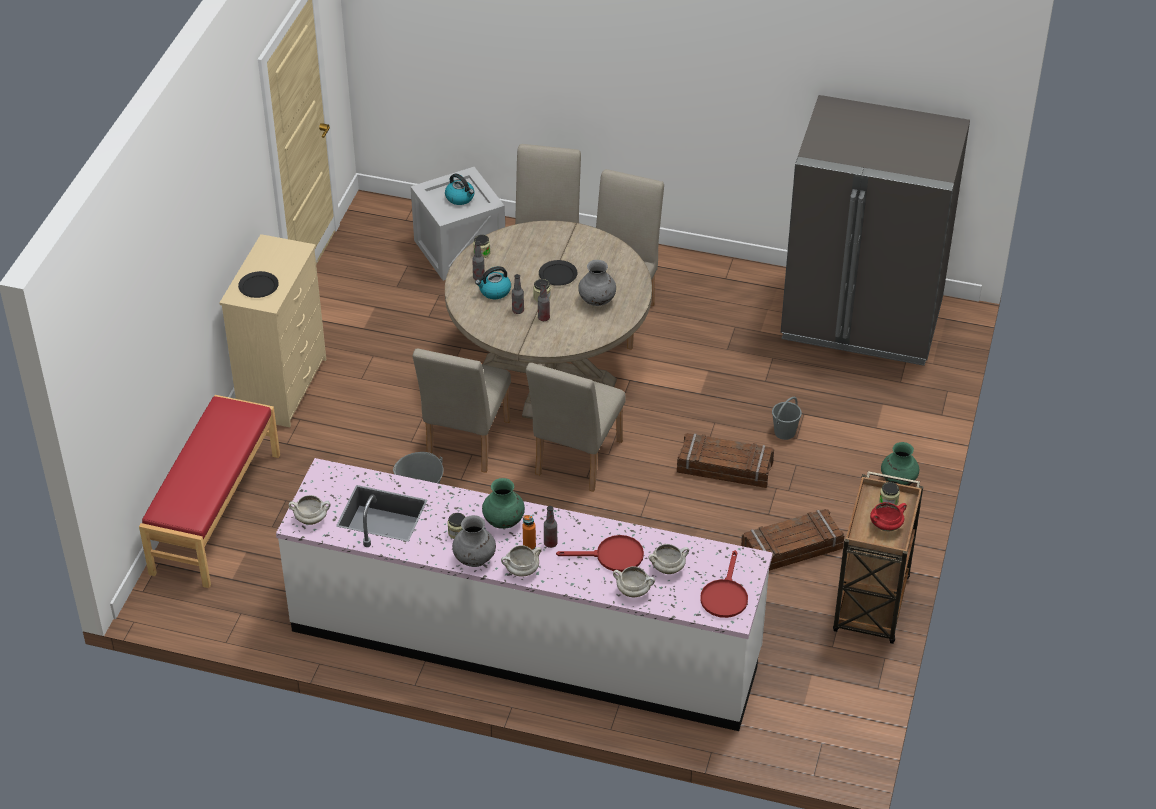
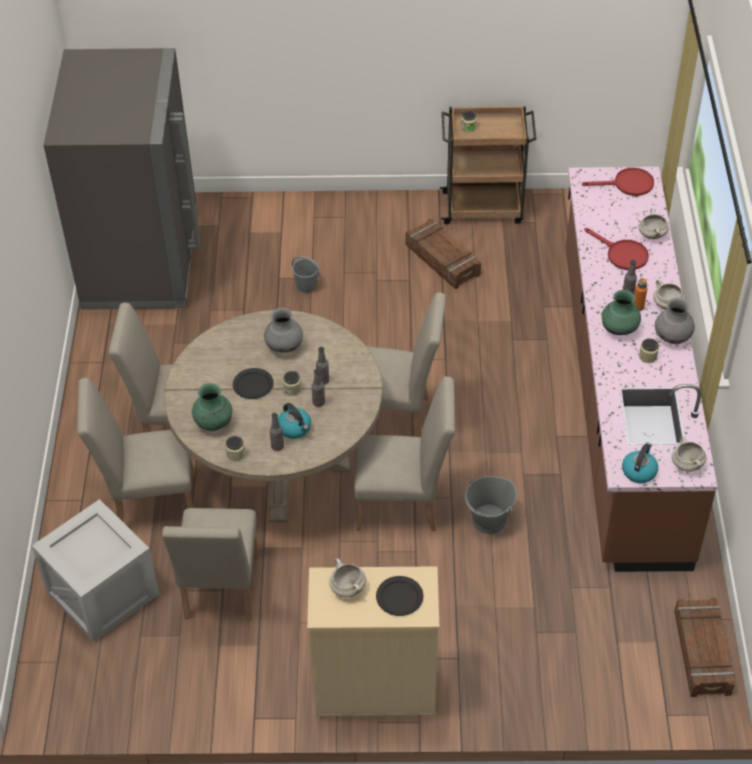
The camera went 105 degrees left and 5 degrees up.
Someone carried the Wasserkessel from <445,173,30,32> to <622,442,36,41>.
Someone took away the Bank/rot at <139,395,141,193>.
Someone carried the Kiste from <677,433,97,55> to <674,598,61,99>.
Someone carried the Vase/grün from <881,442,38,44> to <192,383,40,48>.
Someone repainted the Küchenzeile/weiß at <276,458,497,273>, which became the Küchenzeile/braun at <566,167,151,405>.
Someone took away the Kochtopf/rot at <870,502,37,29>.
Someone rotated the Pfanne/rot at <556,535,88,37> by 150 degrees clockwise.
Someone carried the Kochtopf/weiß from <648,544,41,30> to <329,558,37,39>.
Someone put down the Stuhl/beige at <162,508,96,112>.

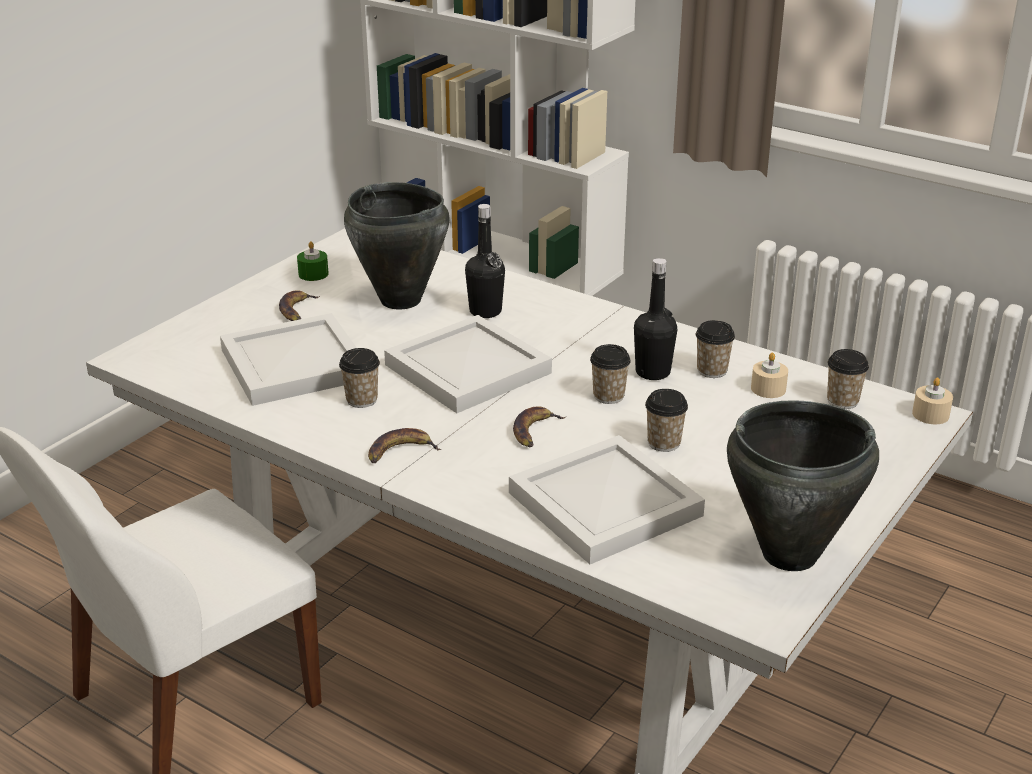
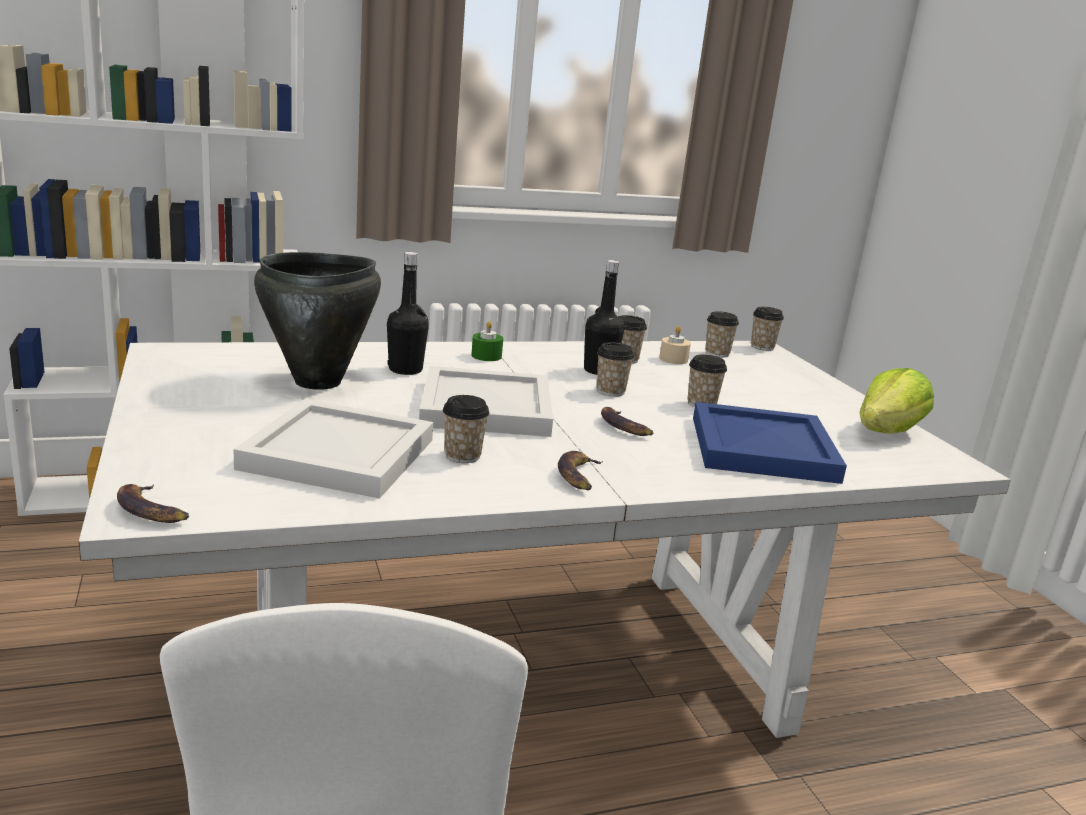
The camera went 55 degrees left and 10 degrees down.
Someone carried the Kerze/grün from <297,241,32,40> to <471,321,32,40>.
Someone carried the Banane from <279,290,41,31> to <117,484,72,39>.
Someone swapped the Kerze/beige at <912,377,41,47> for the Tasse at <751,307,33,44>.
Someone swapped the Kochtopf/schwarz at <727,400,152,171> for the Salatkopf at <859,368,75,66>.
Someone repainted the Tablett/weiß at <509,435,196,129>, which became the Tablett/blau at <693,402,154,82>.

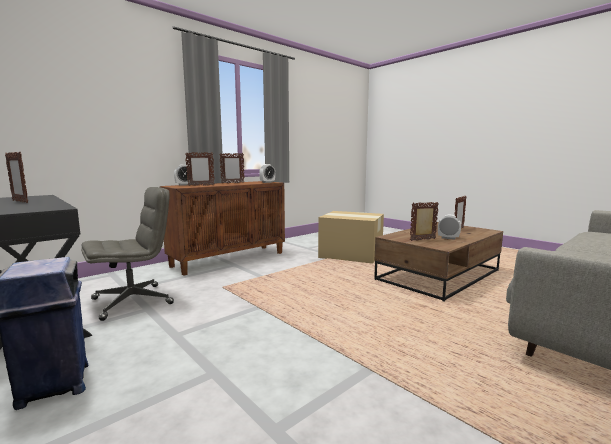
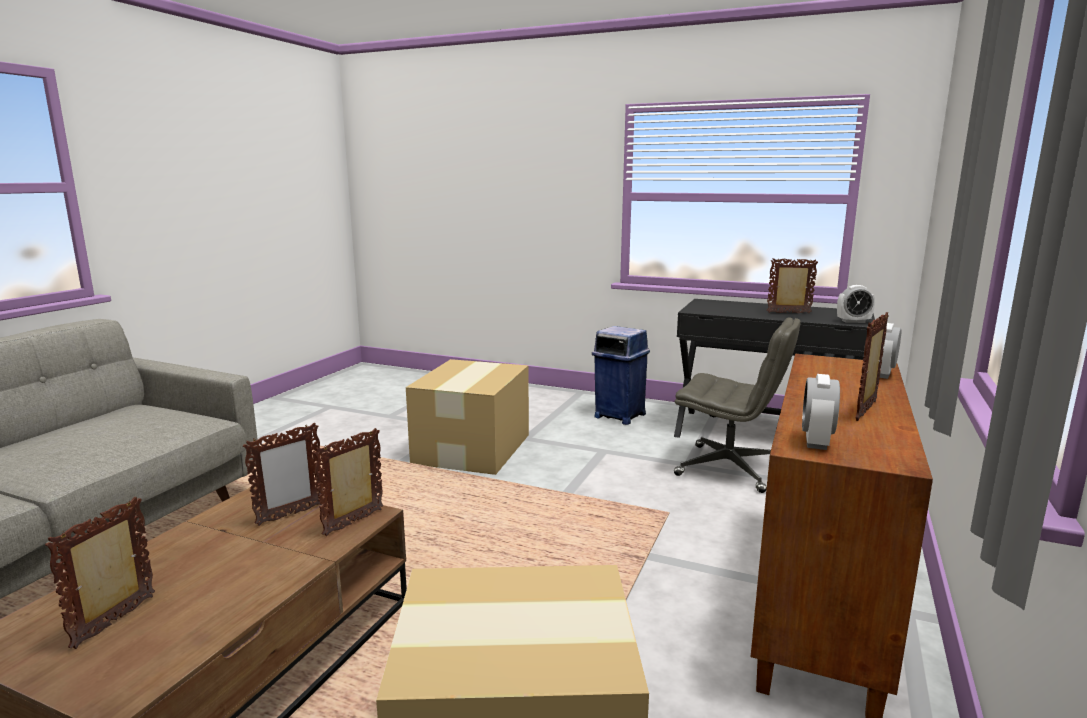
The camera went 155 degrees right and 5 degrees up.
Someone carried the Bilderrahmen from <185,152,29,34> to <313,428,70,108>.
Someone rotated the Bürostuhl/grau at <81,187,93,134> by 90 degrees counterclockwise.
Someone carried the Wecker from <438,215,23,25> to <837,285,38,38>.
Someone put down the Karton at <406,359,123,116>.

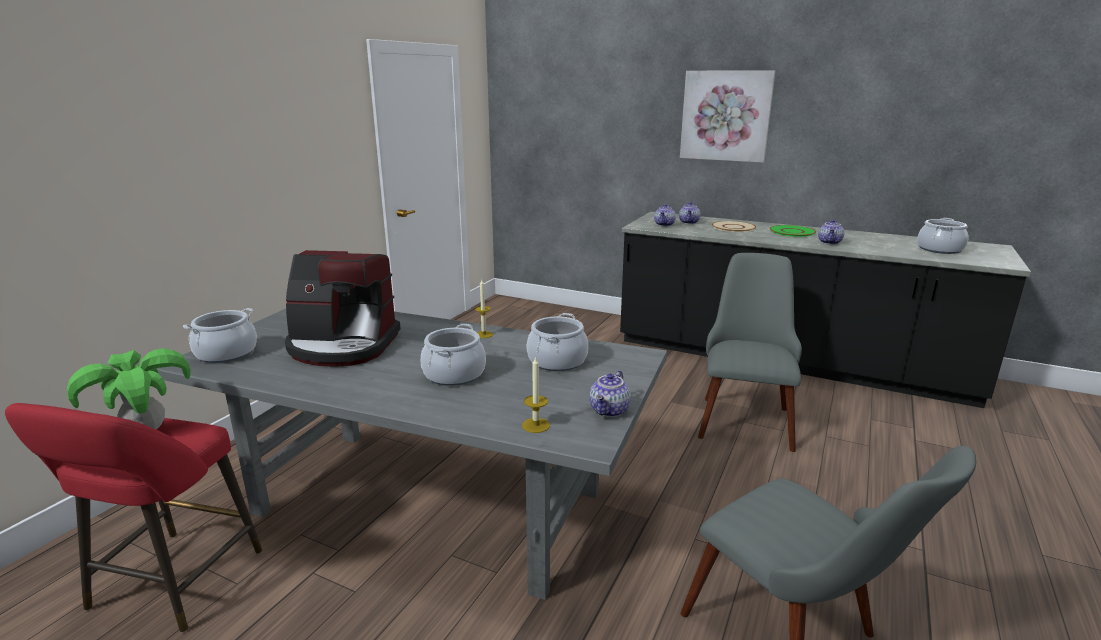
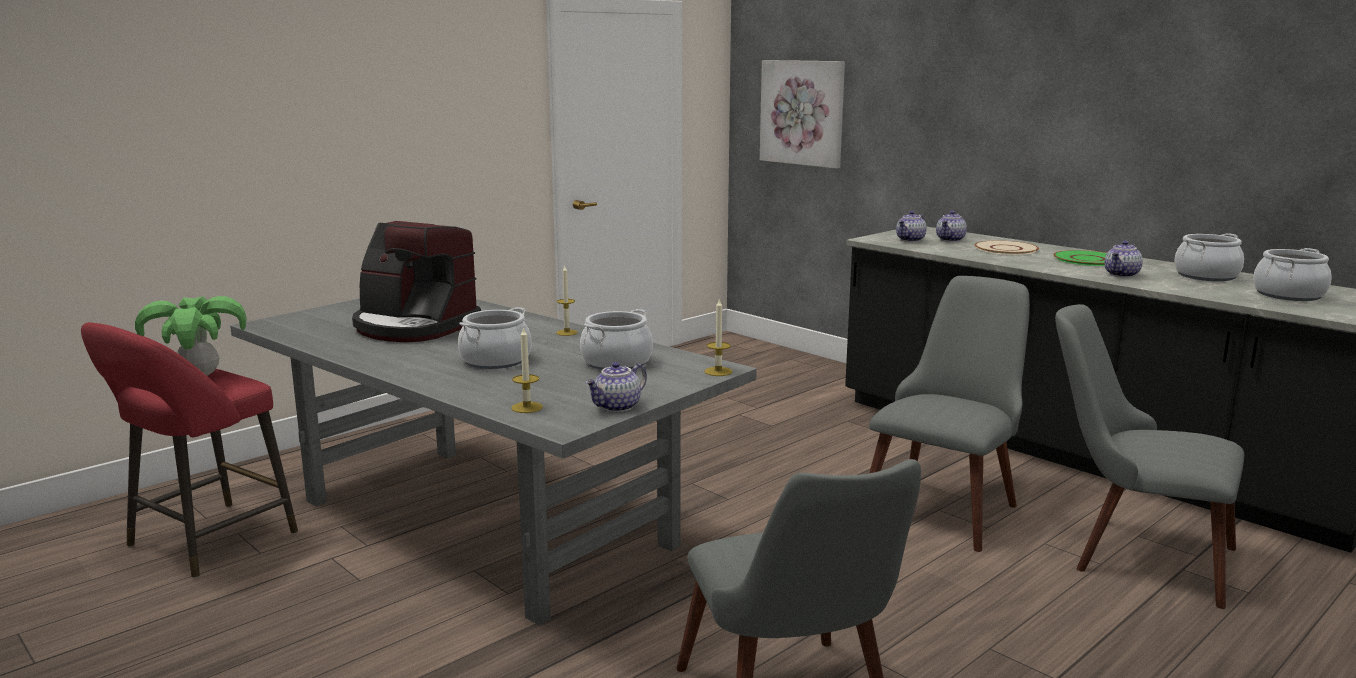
The camera went 20 degrees right and 5 degrees down.
Someone carried the Bild from <680,70,95,93> to <760,60,85,109>.
Someone carried the Kochtopf from <183,308,74,55> to <1174,233,70,48>.
Someone put down the Kerze at <704,299,28,77>.
Someone put down the Stuhl/grau at <1055,304,189,305>.

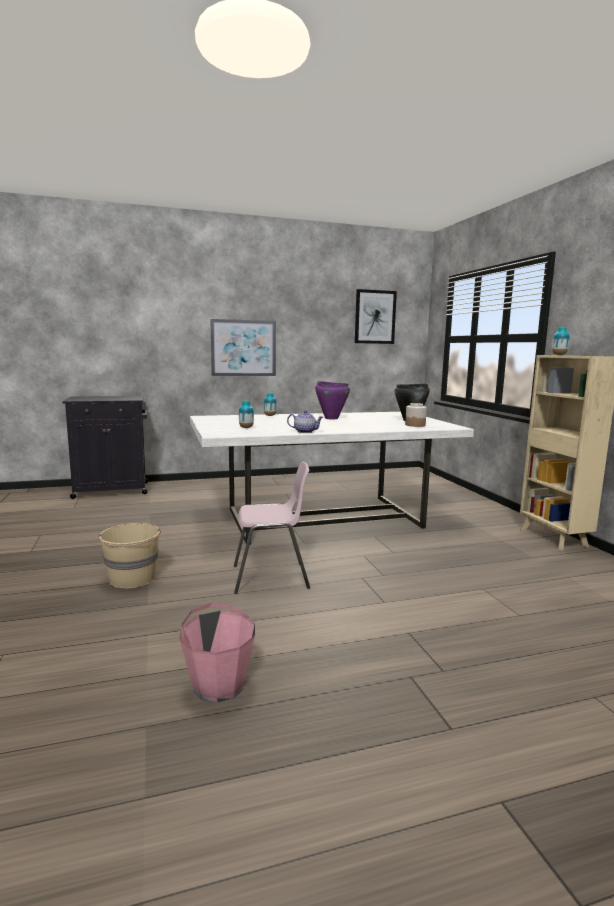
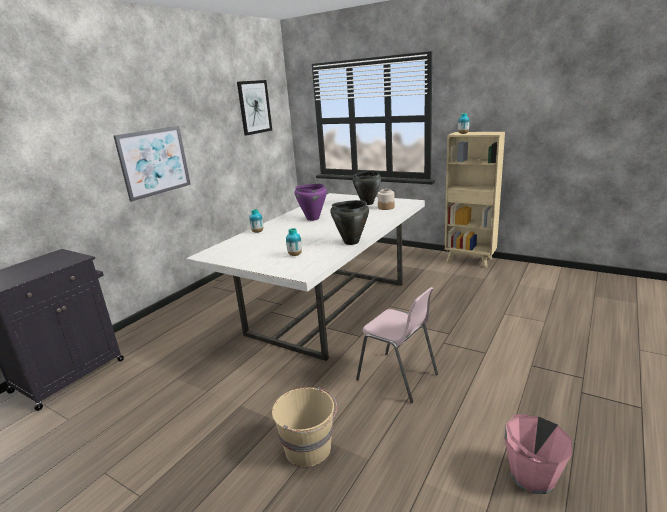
The camera went 40 degrees left and 10 degrees up.
Someone swapped the Teekanne at <287,410,36,23> for the Kochtopf/schwarz at <330,200,39,45>.
Someone rotated the Stuhl/rosa at <234,462,76,132> by 90 degrees clockwise.

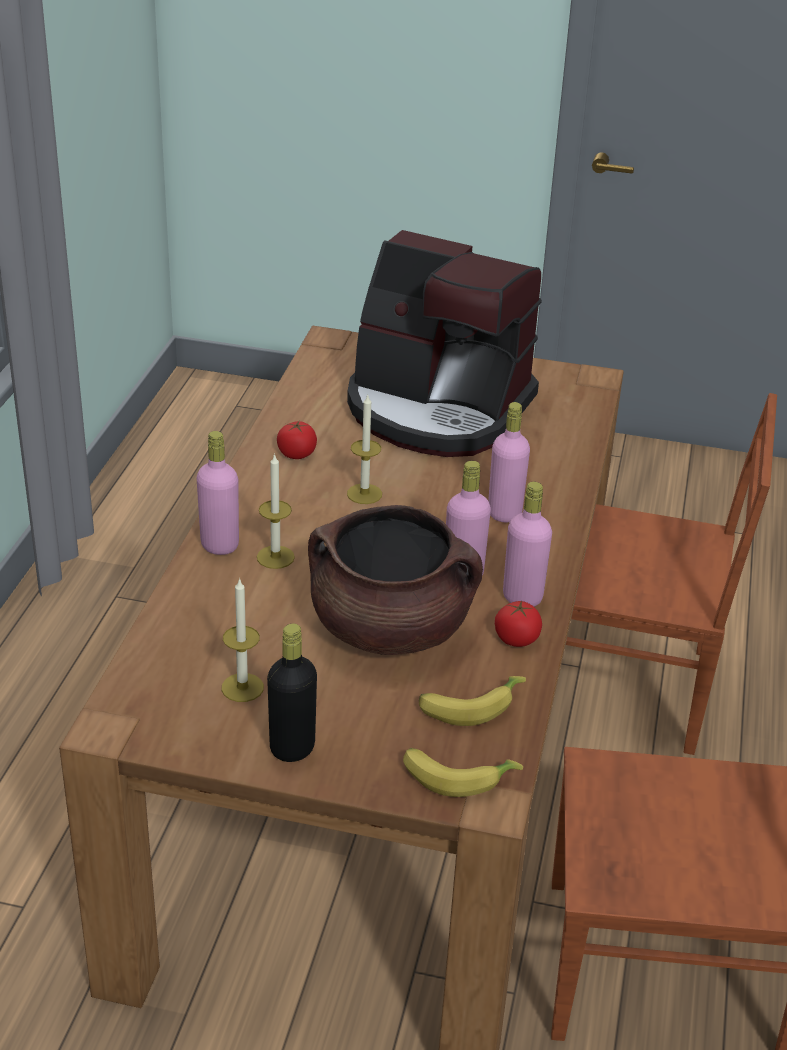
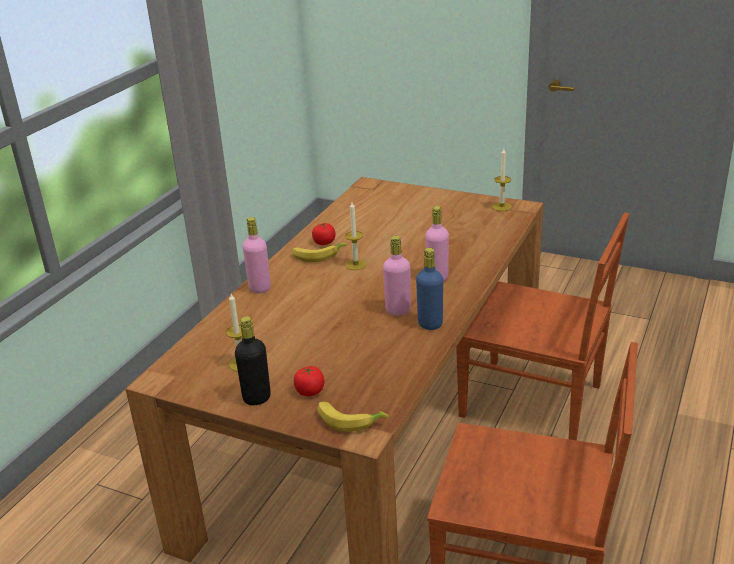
The camera went 15 degrees right and 5 degrees down.
Someone took away the Kaffeemaschine at <347,230,195,227>.
Someone carried the Kerze from <257,453,38,116> to <492,149,20,62>.
Someone repainted the Flasche/rosa at <503,482,49,124>, which became the Flasche/blau at <416,248,27,82>.
Someone took away the Kochtopf/braun at <308,505,175,150>.
Someone carried the Tomate from <495,600,47,47> to <294,366,31,30>.
Someone carried the Banane from <419,676,107,50> to <292,243,55,19>.

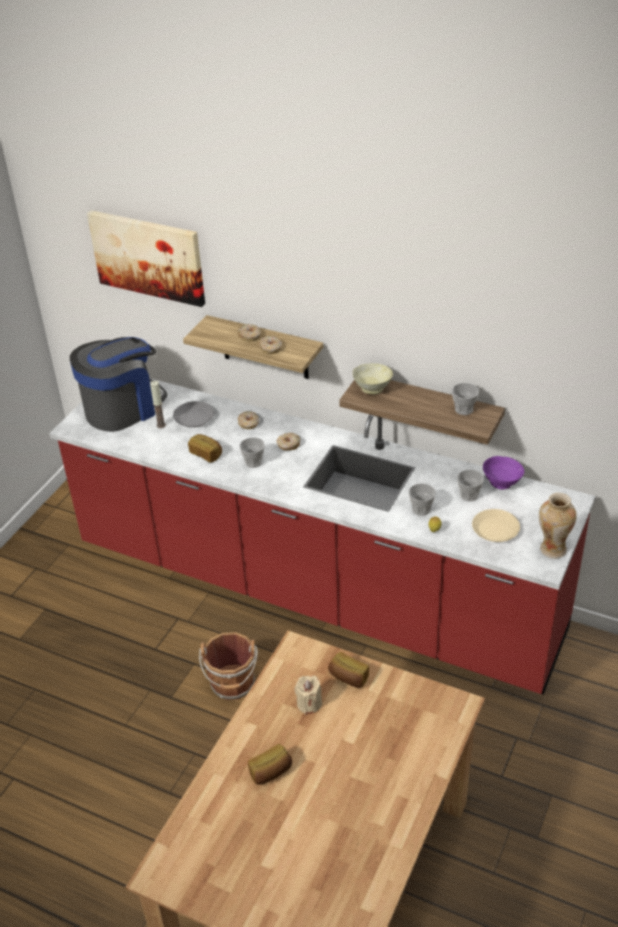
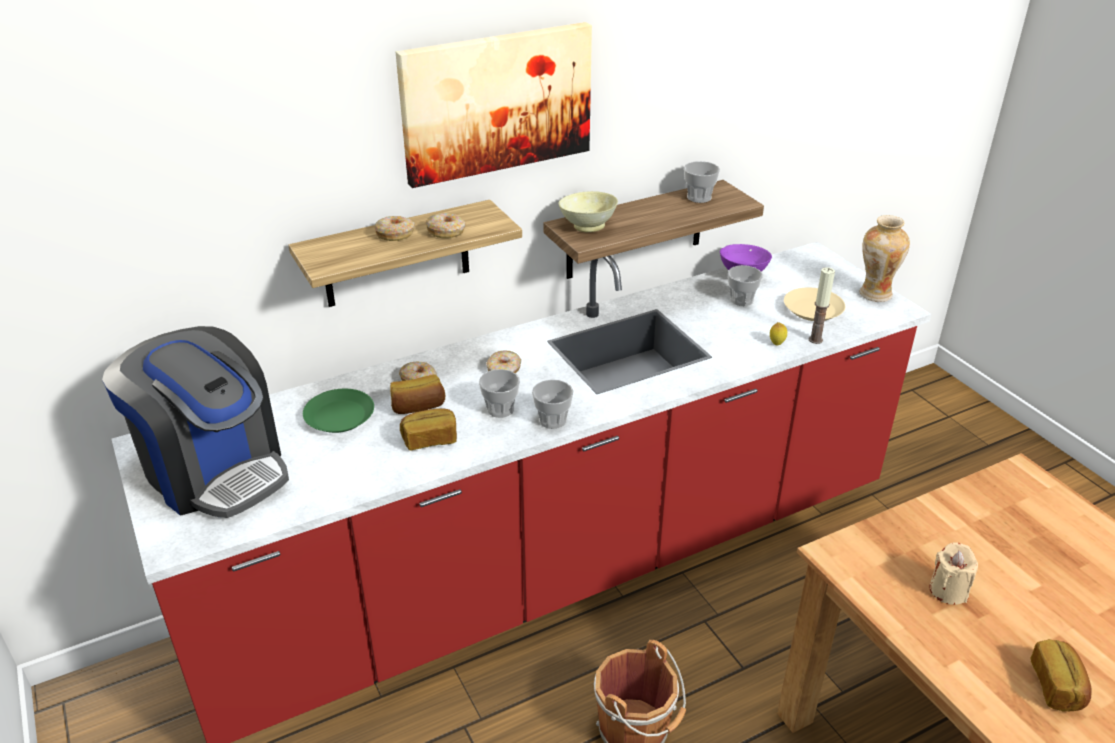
The camera went 55 degrees left and 5 degrees down.
Someone carried the Bild from <87,210,118,97> to <396,22,196,166>.
Someone rotated the Kaffeemaschine at <70,337,97,95> by 135 degrees clockwise.
Someone carried the Kerze from <150,381,16,47> to <809,267,26,77>.
Someone repainted the Teller/grau at <173,401,41,26>, which became the Teller/grün at <303,389,71,44>.
Someone carried the Tasse from <409,483,27,33> to <532,380,41,49>.
Someone carried the Brot from <328,652,41,36> to <390,374,55,40>.

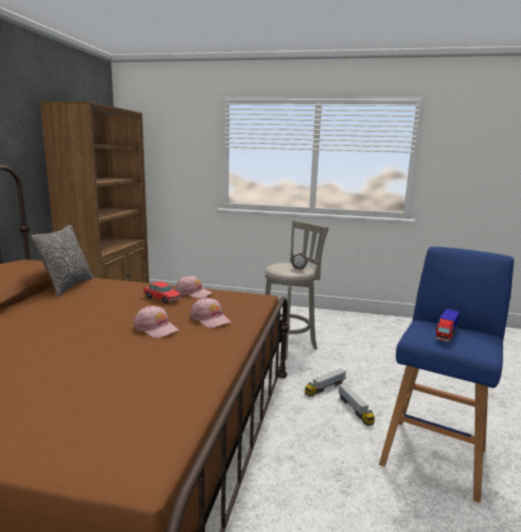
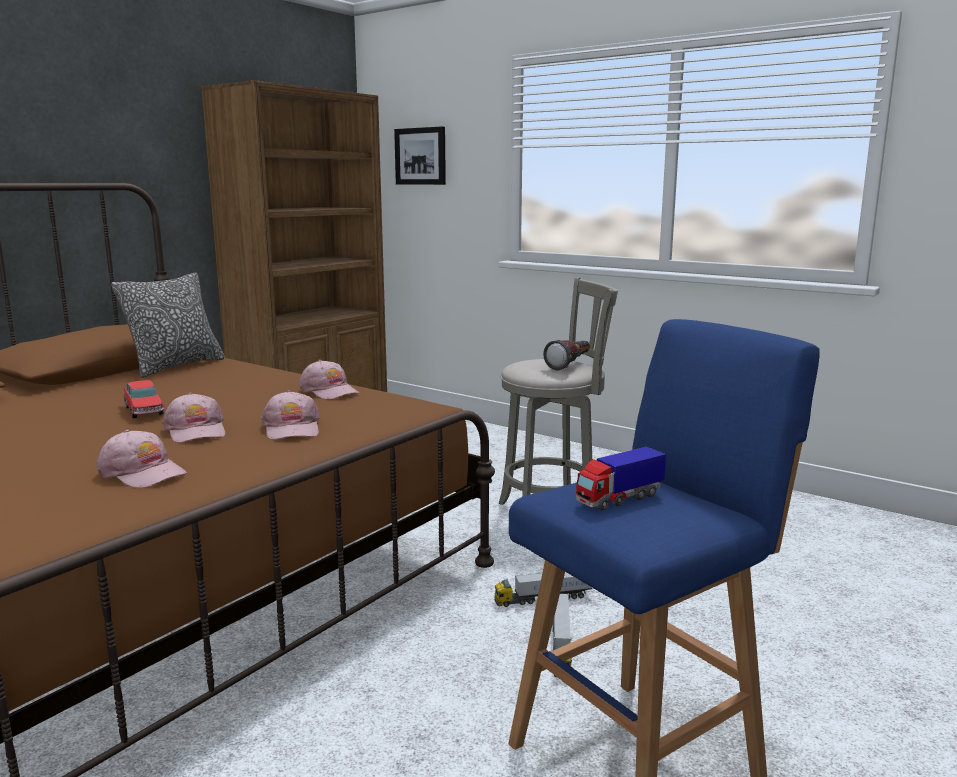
The camera went 25 degrees right and 0 degrees up.
Someone carried the Spielzeugauto from <143,282,38,22> to <124,380,40,39>.
Someone put up the Bild at <394,126,52,59>.
Someone put down the Kappe/rosa at <96,430,91,58>.

